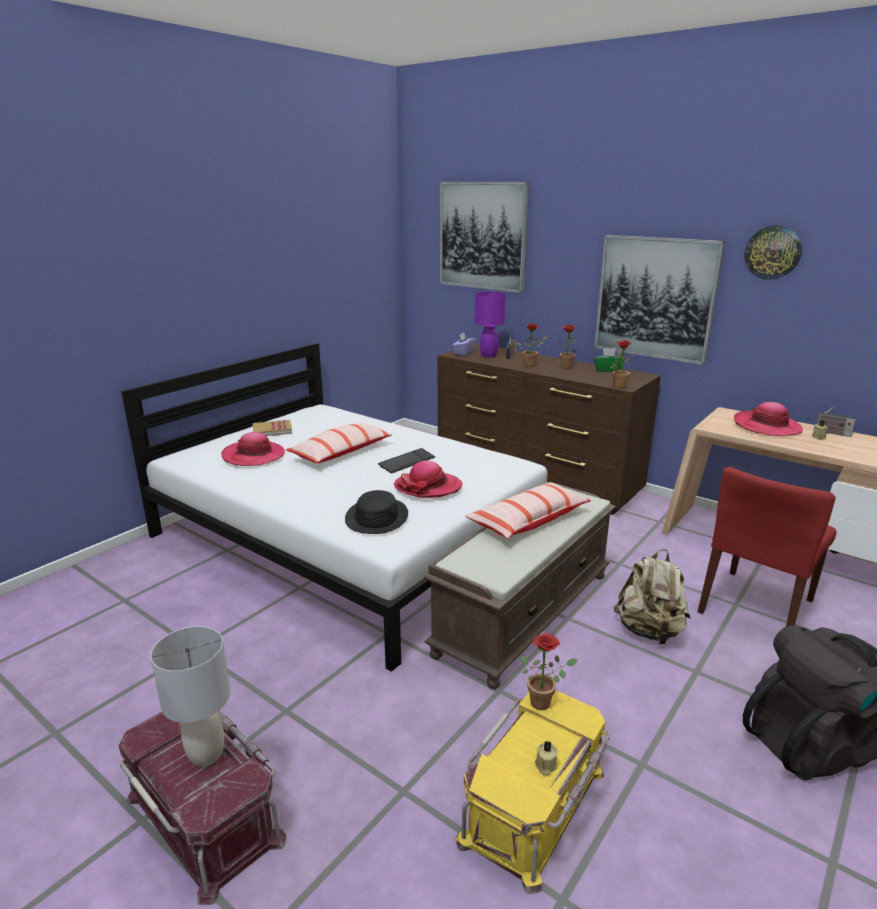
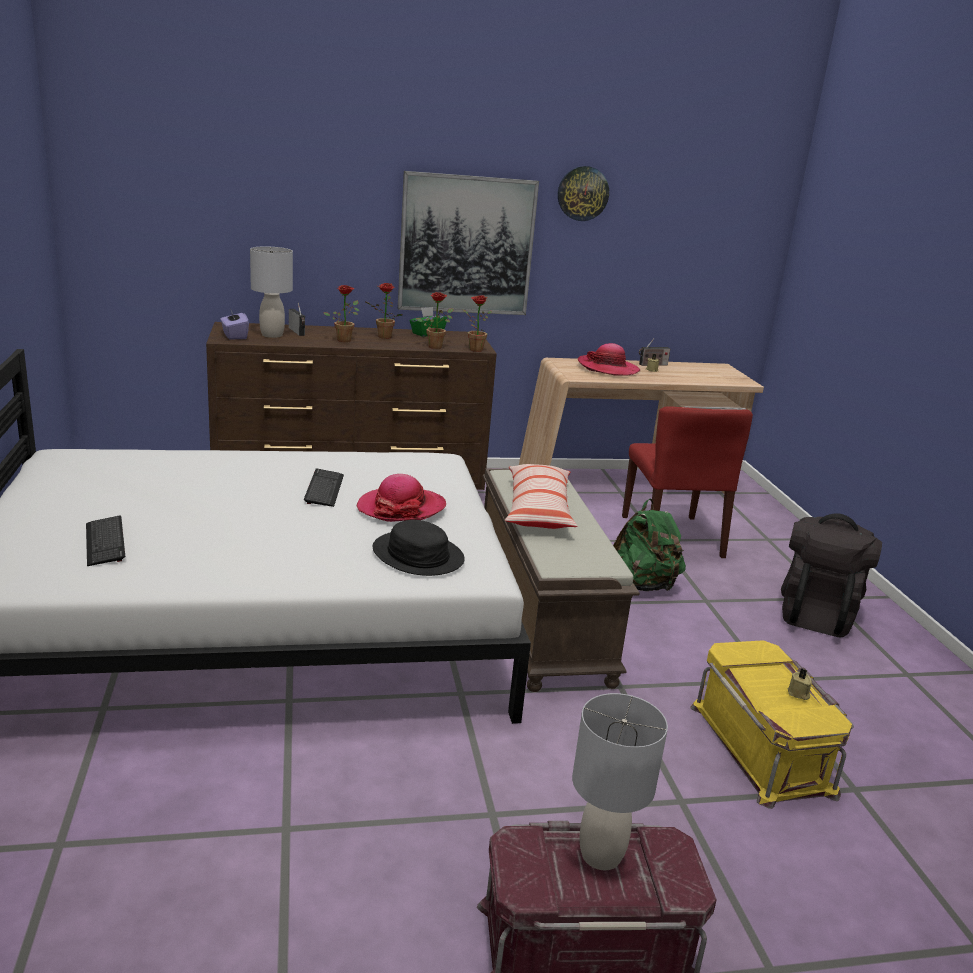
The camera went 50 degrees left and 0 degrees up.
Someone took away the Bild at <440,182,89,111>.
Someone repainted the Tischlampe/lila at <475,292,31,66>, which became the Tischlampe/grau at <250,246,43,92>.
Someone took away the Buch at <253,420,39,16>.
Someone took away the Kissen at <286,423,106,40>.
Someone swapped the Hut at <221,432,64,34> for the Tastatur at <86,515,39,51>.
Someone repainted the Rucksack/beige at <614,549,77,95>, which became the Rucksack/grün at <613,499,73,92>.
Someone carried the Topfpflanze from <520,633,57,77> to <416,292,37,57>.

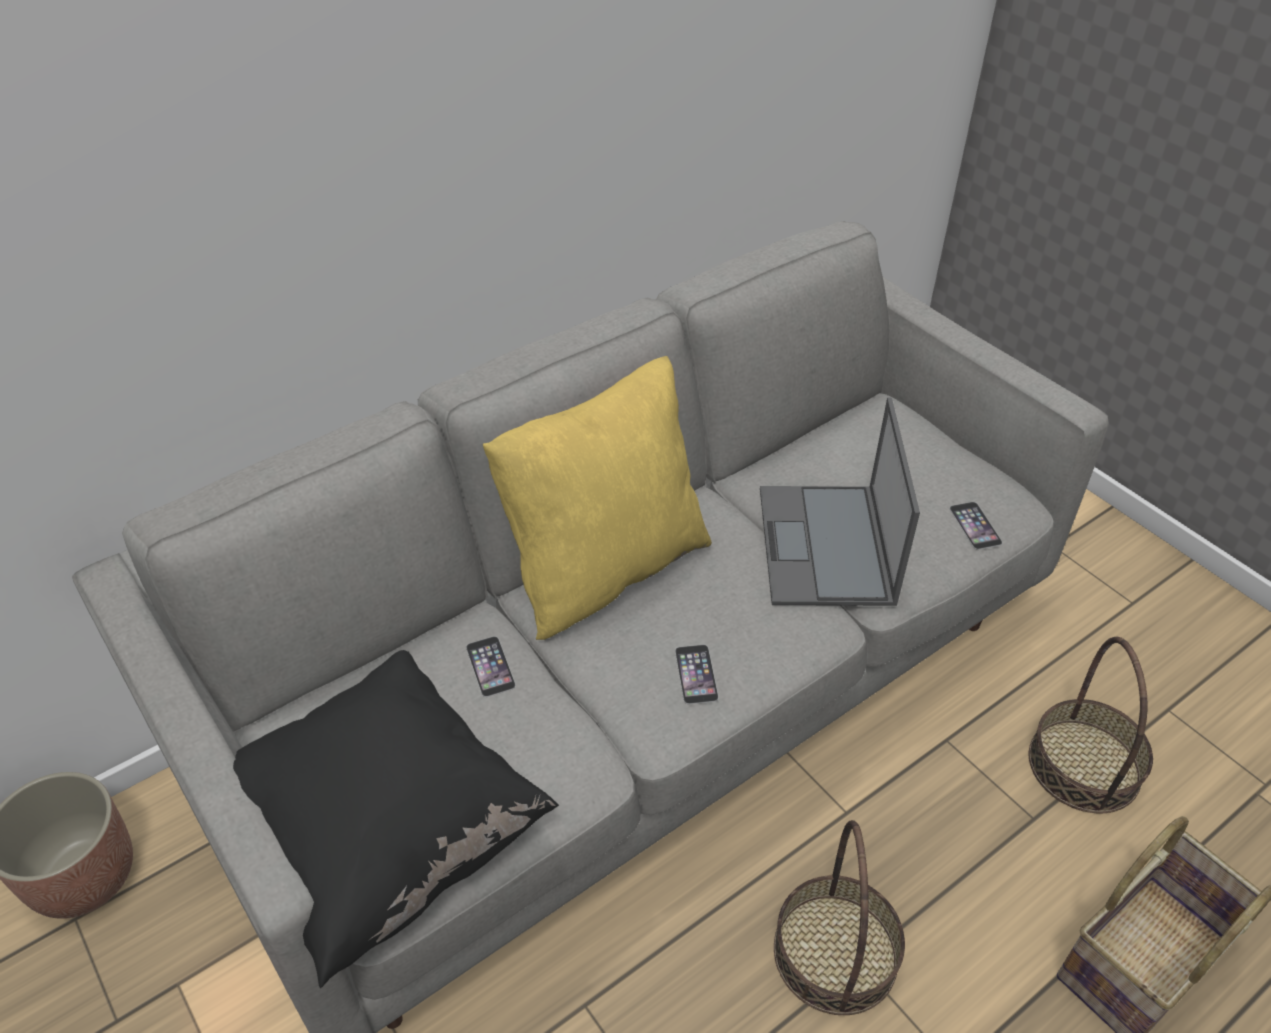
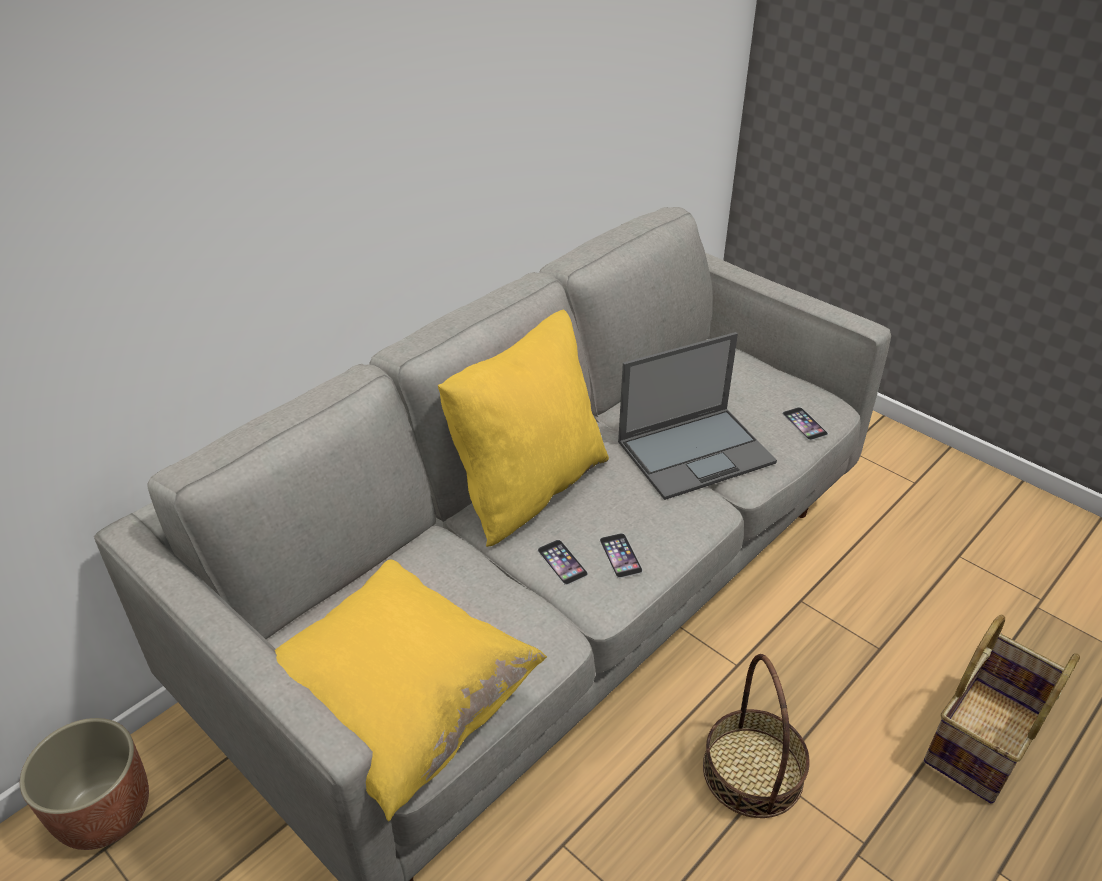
The camera went 10 degrees left and 5 degrees down.
Someone rotated the Laptop at <760,398,160,208> by 105 degrees counterclockwise.
Someone carried the Handy from <466,636,50,61> to <538,540,50,45>.
Someone took away the Korb at <1029,637,124,177>.
Someone repainted the Kissen/schwarz at <233,650,326,338>, which became the Kissen/gelb at <275,560,272,262>.

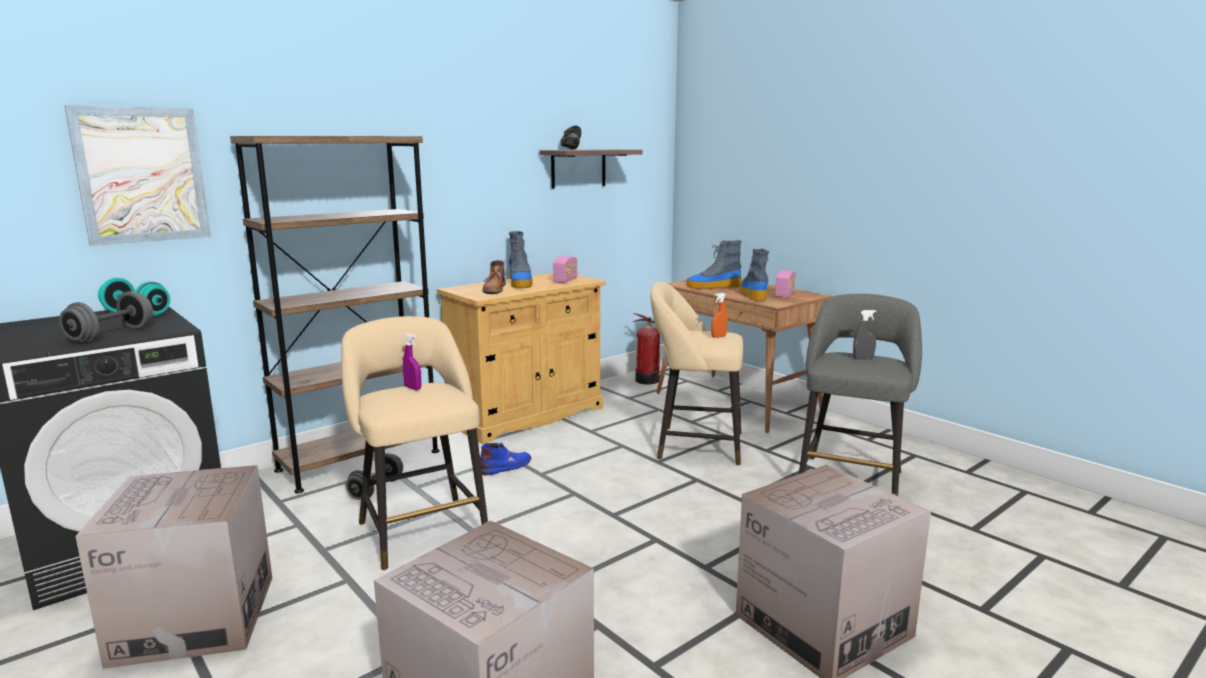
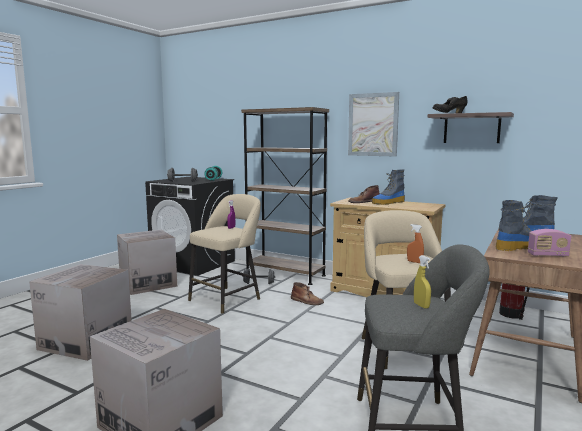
The camera went 70 degrees right and 5 degrees down.
Someone carried the Bild from <65,105,146,141> to <348,92,51,65>.
Someone took away the Radio at <553,256,24,27>.
Someone repainted the Sprühflasche/grau at <853,310,23,49>, which became the Sprühflasche/gelb at <414,255,17,54>.
Someone repainted the Stiefel/blau at <480,443,51,32>, which became the Stiefel/braun at <291,282,33,23>.

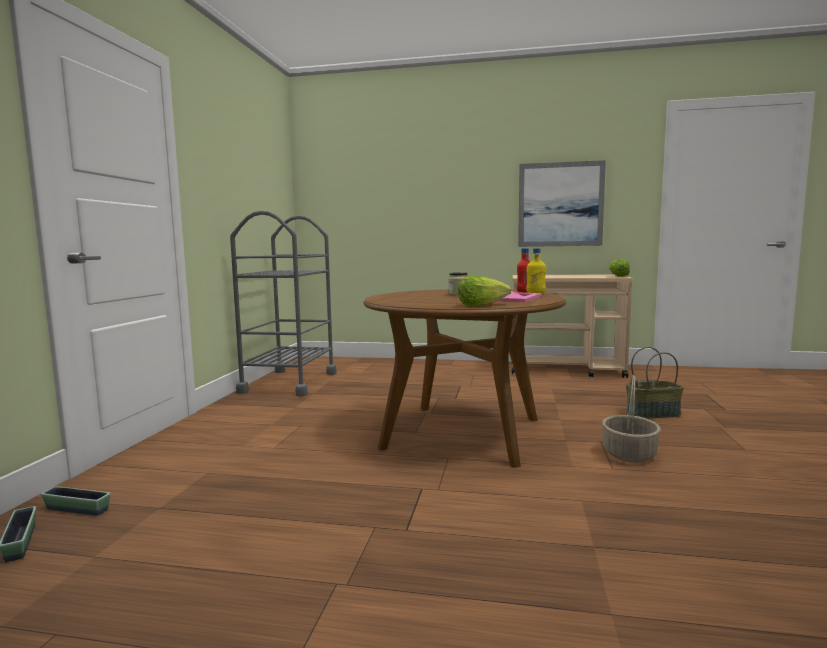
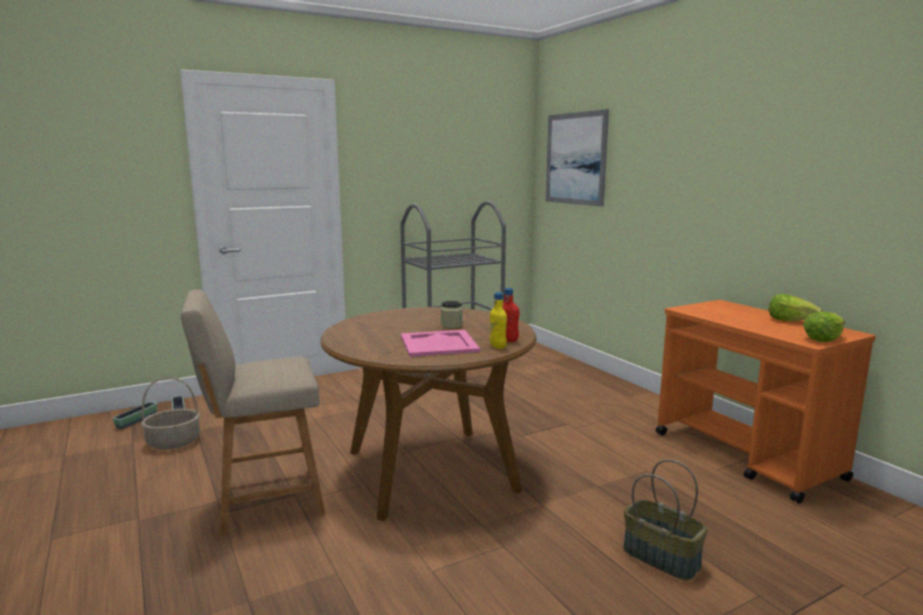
The camera went 50 degrees right and 5 degrees up.
Someone carried the Bild from <518,160,88,87> to <546,109,63,98>.
Someone repainted the Rollwagen/beige at <512,275,122,103>, which became the Rollwagen/orange at <656,300,220,204>.
Someone carried the Salatkopf from <458,276,53,30> to <769,294,54,27>.
Someone carried the Korb from <602,375,59,88> to <141,377,59,73>.
Someone put down the Stuhl/beige at <181,290,145,245>.

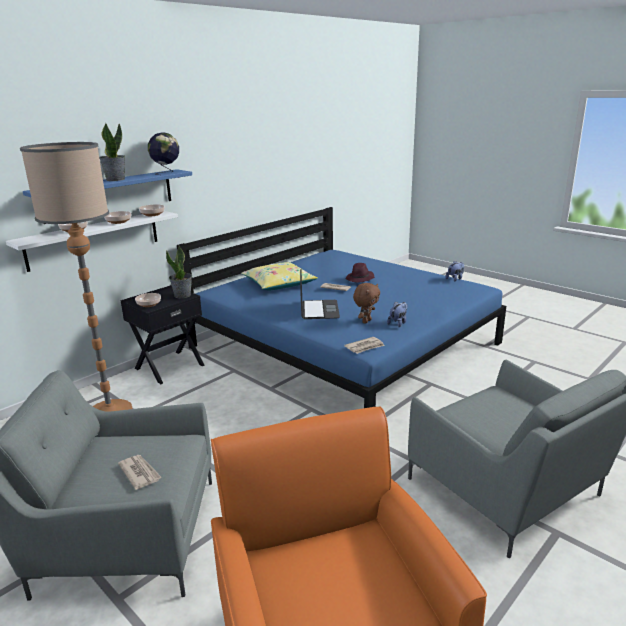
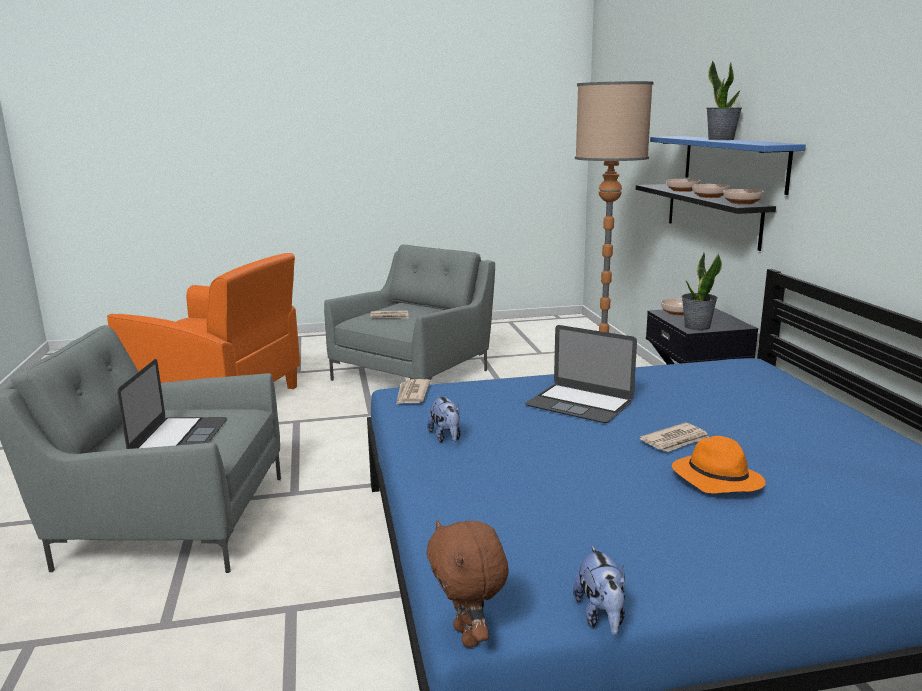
The camera went 125 degrees right and 5 degrees down.
Someone took away the Globus at <148,132,31,43>.
Someone repainted the Wandregal/weiß at <6,211,172,61>, which became the Wandregal/schwarz at <636,184,140,67>.
Someone took away the Kissen/gelb at <241,262,77,29>.
Someone repainted the Hut/lila at <345,263,30,19>, which became the Hut/orange at <672,436,94,57>.
Someone carried the Plüschtier/braun from <353,283,27,41> to <427,520,82,128>.
Someone put down the Laptop at <117,359,110,90>.

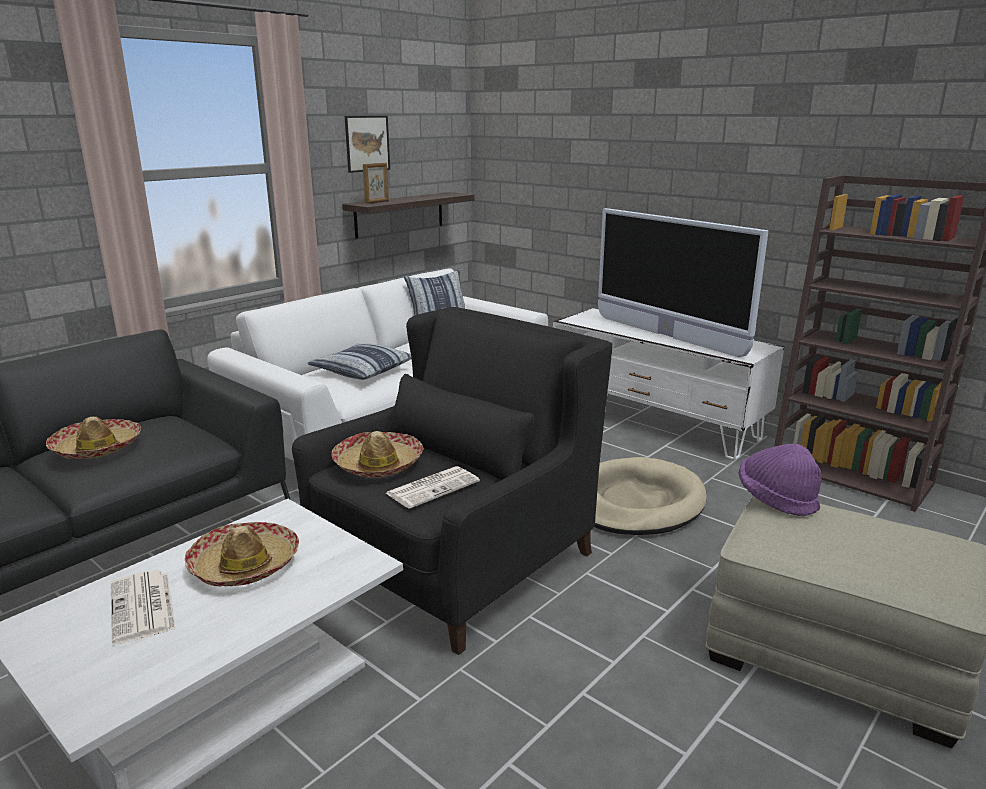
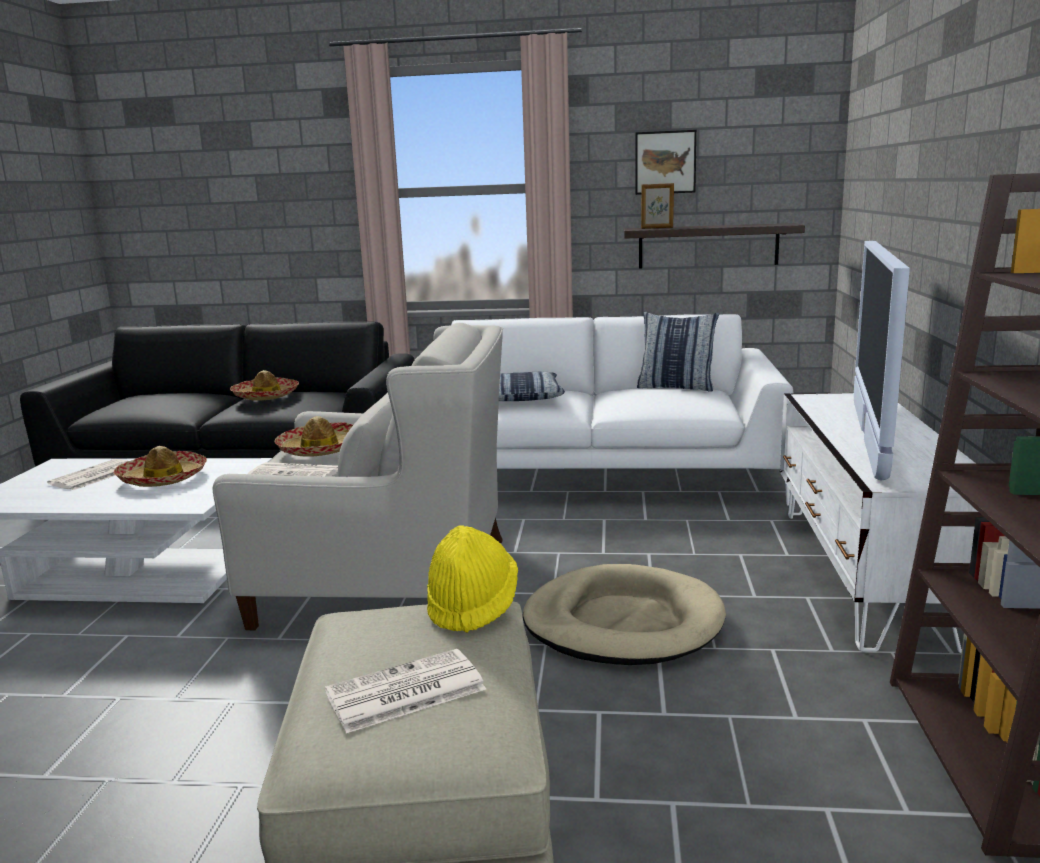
The camera went 55 degrees right and 5 degrees down.
Someone repainted the Sessel/schwarz at <292,307,320,348>, which became the Sessel/weiß at <213,323,290,307>.
Someone repainted the Hut/lila at <738,443,84,73>, which became the Hut/gelb at <427,525,91,108>.
Someone put down the Zeitung at <325,649,161,84>.

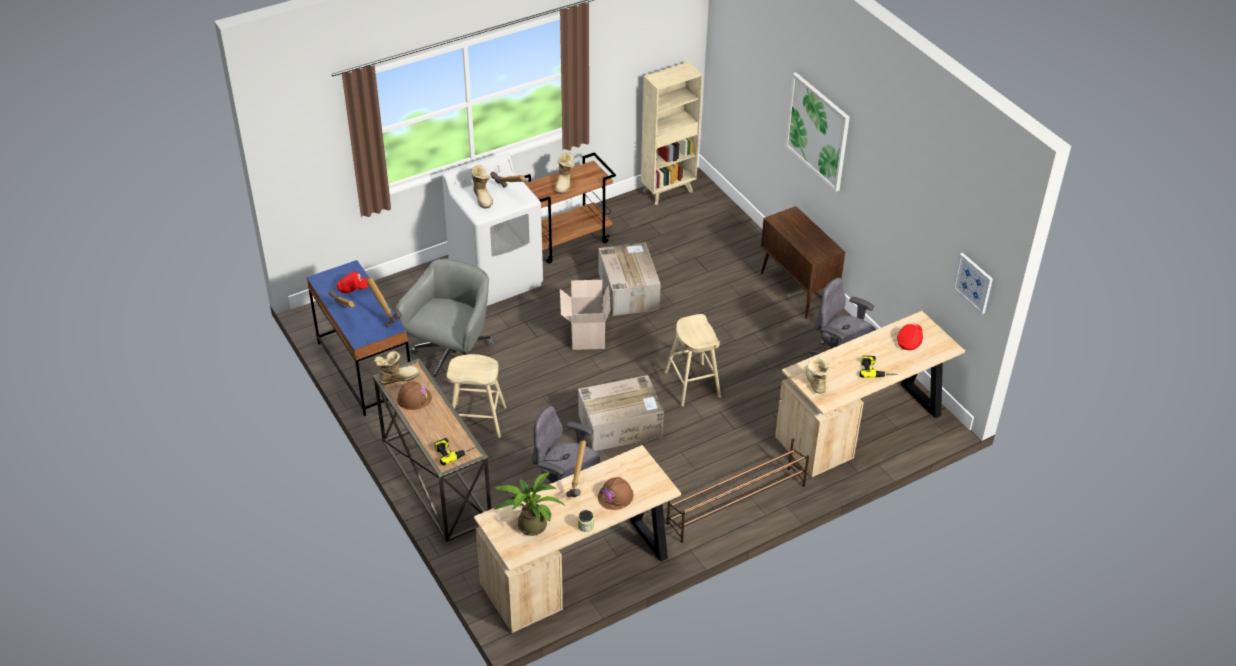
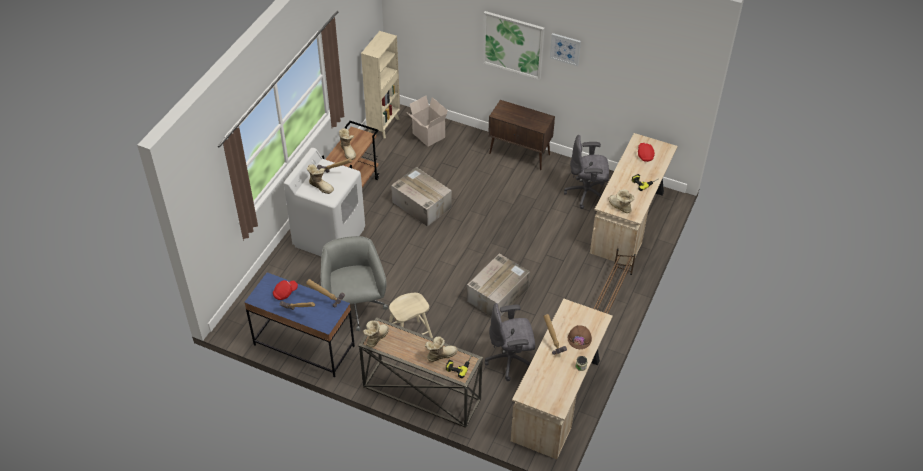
The camera went 35 degrees left and 5 degrees up.
Someone carried the Bild from <953,253,40,61> to <550,33,31,33>.
Someone carried the Karton from <560,280,51,70> to <406,96,42,51>.
Someone took away the Hocker/beige at <664,314,57,92>.
Someone took away the Schutzhelm/braun at <397,381,35,29>.
Someone took away the Topfpflanze at <494,473,72,63>.
Someone put down the Stiefel at <425,336,33,26>.

